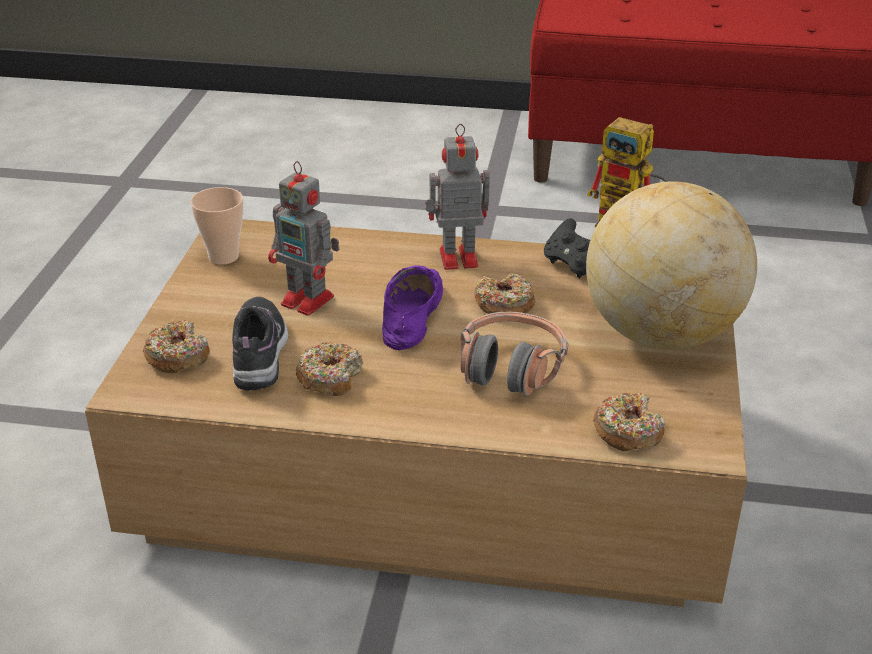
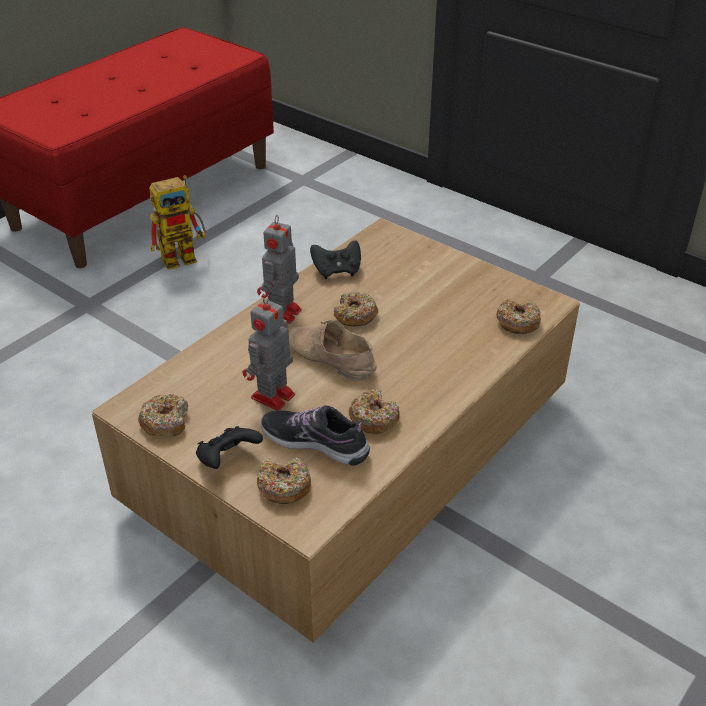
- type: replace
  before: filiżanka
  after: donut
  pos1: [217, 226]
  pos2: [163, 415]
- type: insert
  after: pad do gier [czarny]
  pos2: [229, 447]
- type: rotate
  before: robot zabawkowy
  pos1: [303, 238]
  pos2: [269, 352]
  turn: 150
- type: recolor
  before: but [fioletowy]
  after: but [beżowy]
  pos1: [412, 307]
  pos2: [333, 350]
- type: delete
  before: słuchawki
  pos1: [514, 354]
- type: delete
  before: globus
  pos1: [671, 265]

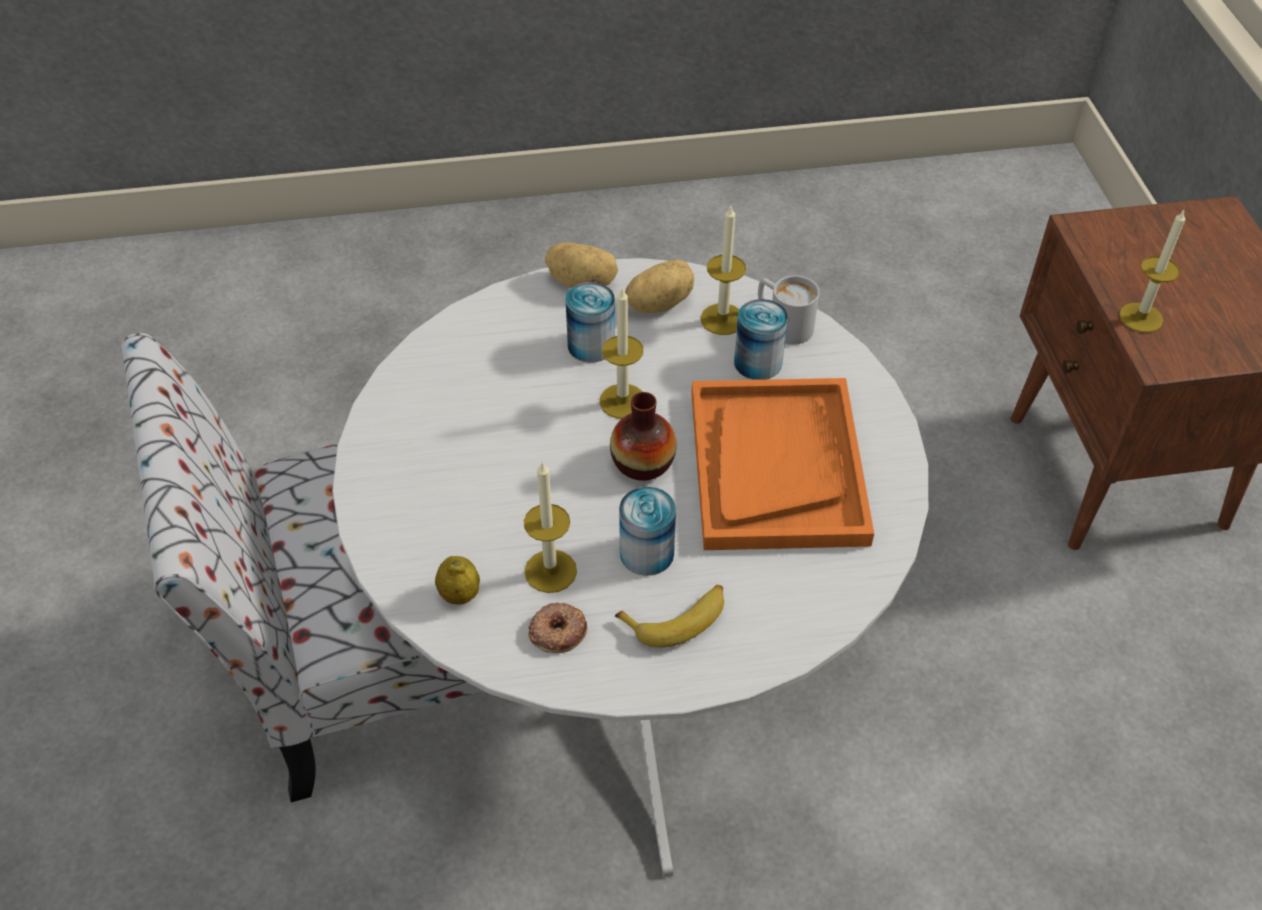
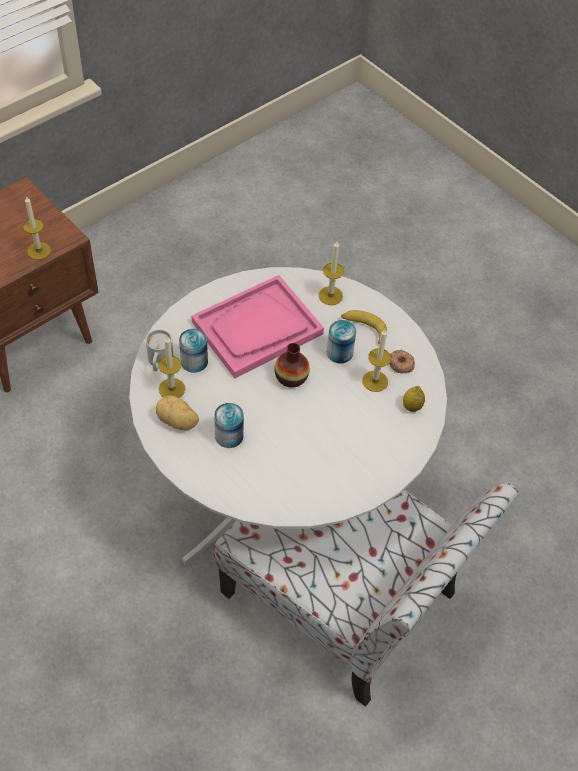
- type: recolor
  before: taca [pomarańczowy]
  after: taca [różowy]
  pos1: [782, 464]
  pos2: [258, 326]
- type: move
  before: świeca
  pos1: [621, 353]
  pos2: [331, 273]
- type: delete
  before: ziemniak
  pos1: [581, 265]

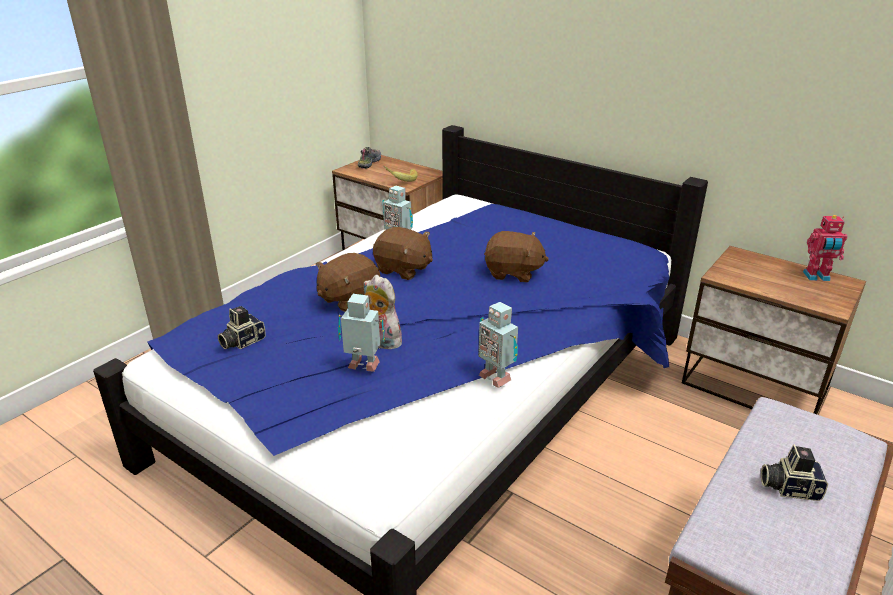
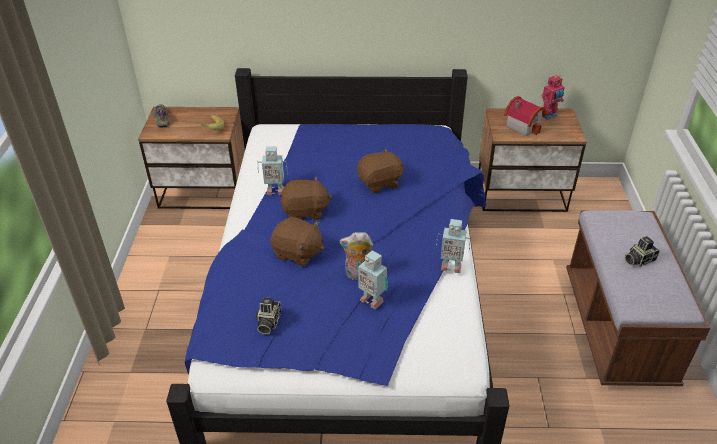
- type: rotate
  before: pluszak [brązowy]
  pos1: [348, 282]
  pos2: [297, 242]
  turn: -75
- type: rotate
  before: robot zabawkowy
  pos1: [361, 333]
  pos2: [373, 280]
  turn: -120
- type: insert
  after: domek
  pos2: [525, 116]

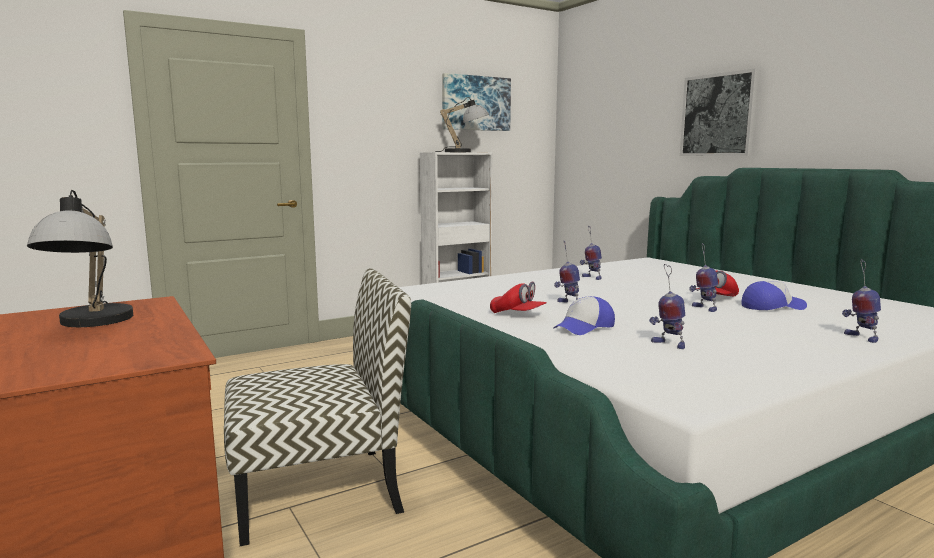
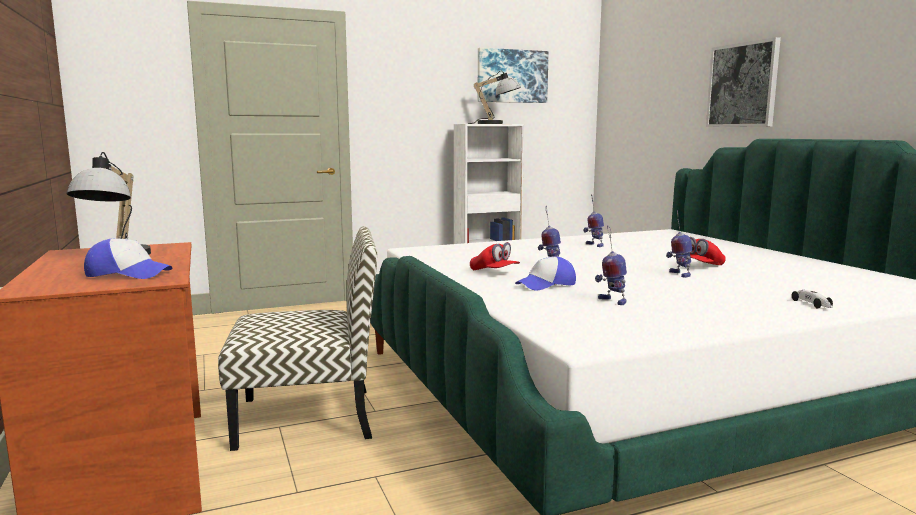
- type: move
  before: czapka z daszkiem
  pos1: [774, 295]
  pos2: [128, 258]
- type: replace
  before: robot zabawkowy
  after: samochodzik
  pos1: [861, 301]
  pos2: [812, 299]

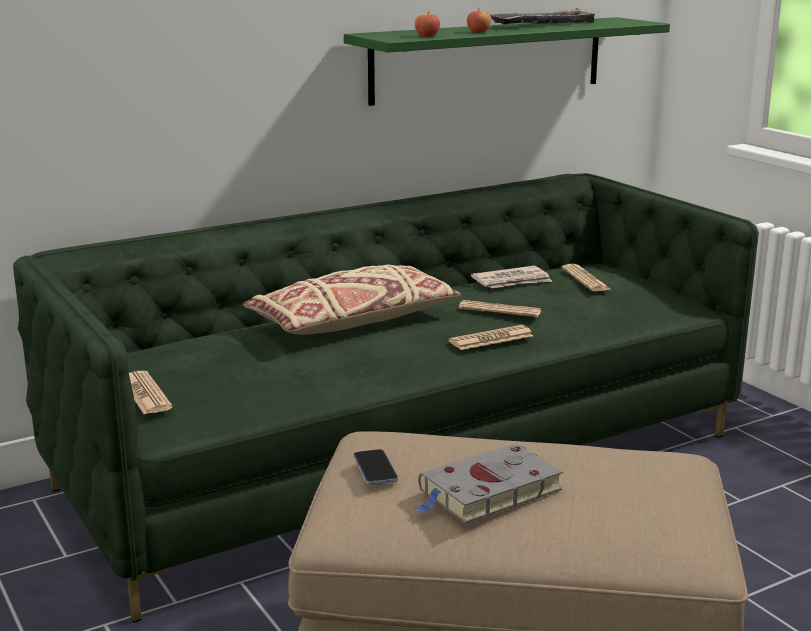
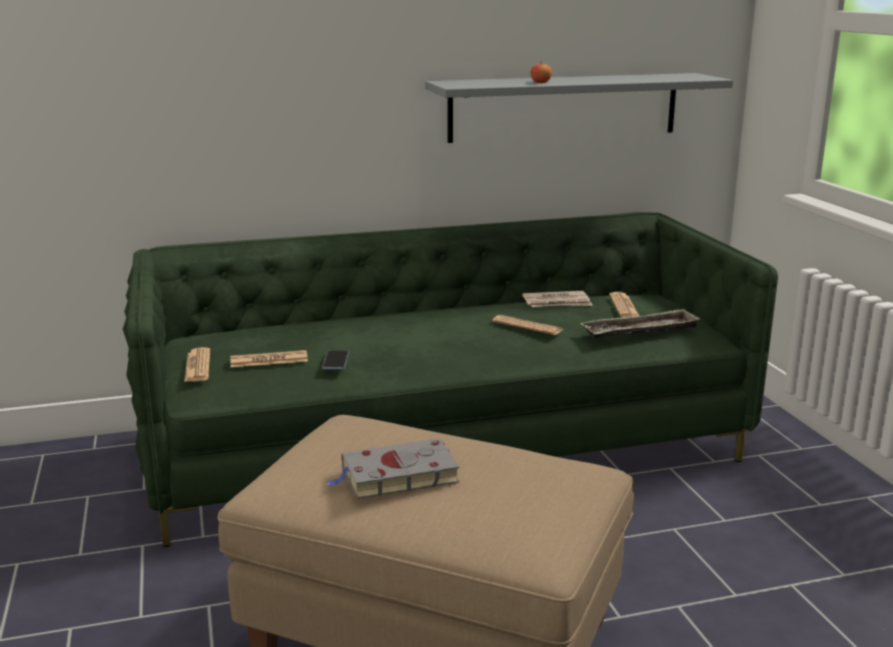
- type: move
  before: gazeta
  pos1: [491, 337]
  pos2: [269, 358]
- type: move
  before: telefon
  pos1: [375, 467]
  pos2: [336, 360]
- type: recolor
  before: półka [zielony]
  after: półka [szary]
  pos1: [507, 61]
  pos2: [579, 108]
- type: move
  before: taca
  pos1: [544, 16]
  pos2: [640, 323]
- type: delete
  before: poduszka [beżowy]
  pos1: [352, 300]
- type: delete
  before: jabłko
  pos1: [427, 23]

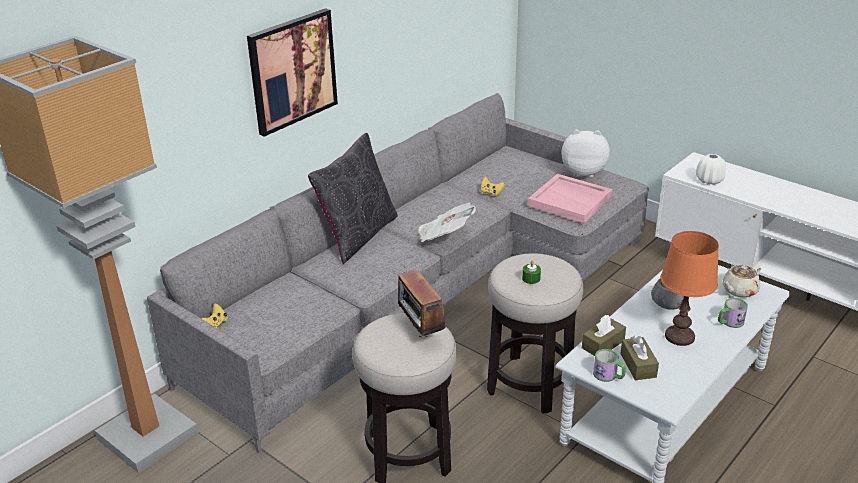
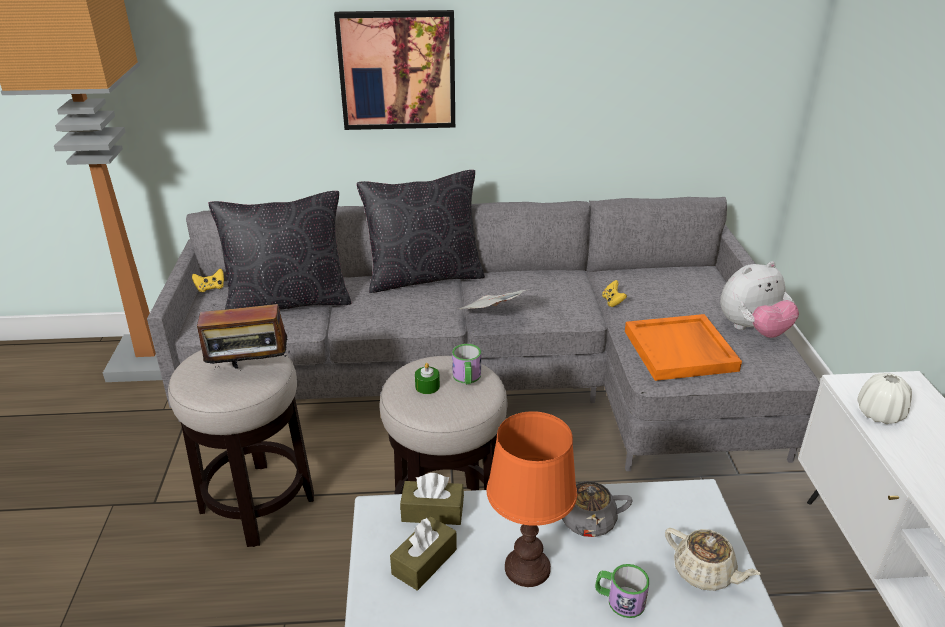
- type: rotate
  before: radio
  pos1: [422, 303]
  pos2: [243, 336]
  turn: -120
- type: insert
  after: poduszka [czarny]
  pos2: [280, 250]
- type: move
  before: kubek
  pos1: [609, 365]
  pos2: [466, 364]
- type: recolor
  before: taca [różowy]
  after: taca [pomarańczowy]
  pos1: [570, 198]
  pos2: [683, 347]
- type: rotate
  before: imbryk [beżowy]
  pos1: [741, 281]
  pos2: [713, 559]
  turn: -150
- type: rotate
  before: pluszak
  pos1: [585, 154]
  pos2: [759, 299]
  turn: 105

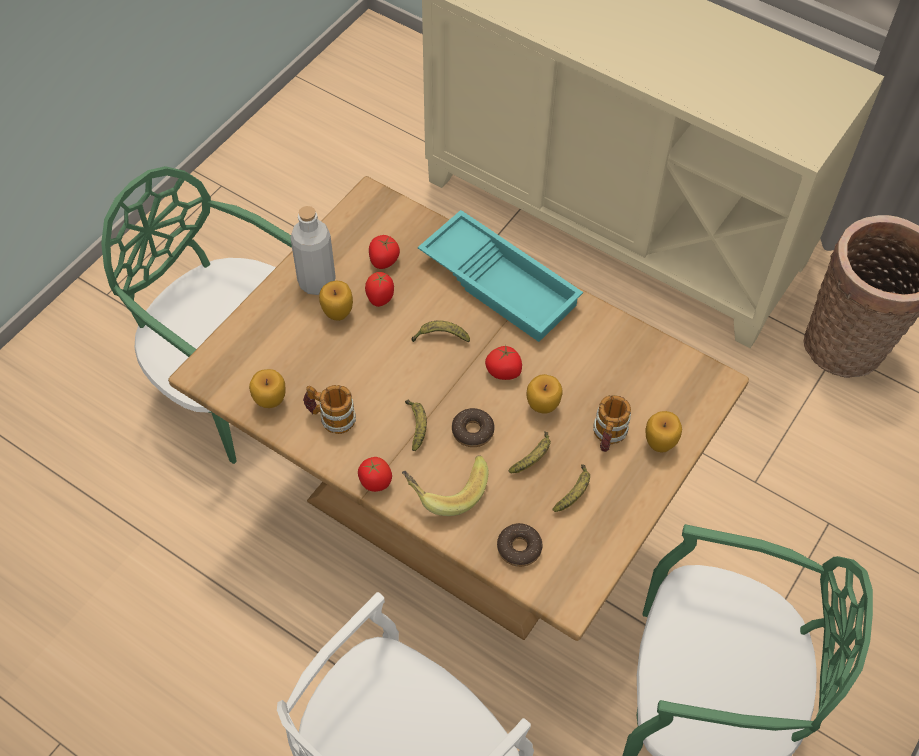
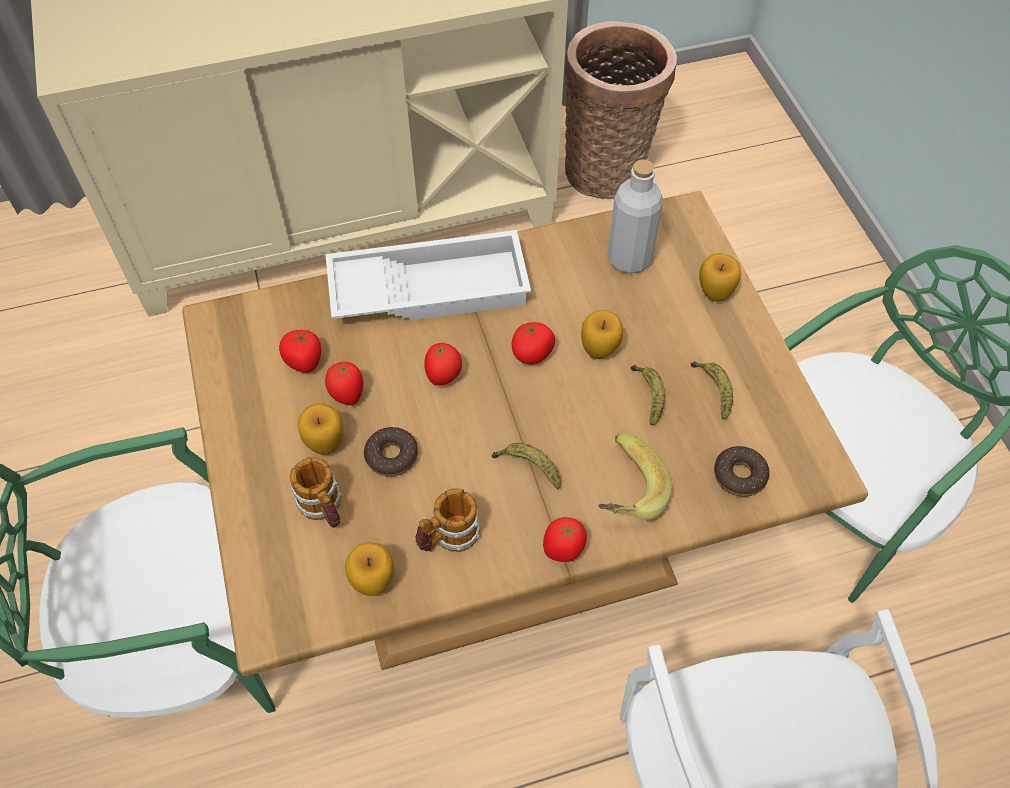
- type: move
  before: kubek
  pos1: [612, 423]
  pos2: [316, 492]
- type: recolor
  before: taca [turkusowy]
  after: taca [biały]
  pos1: [500, 276]
  pos2: [428, 275]
- type: move
  before: donut
  pos1: [473, 427]
  pos2: [391, 452]
- type: replace
  before: banan
  after: pomidor
  pos1: [441, 331]
  pos2: [443, 364]
- type: move
  before: butelka [szary]
  pos1: [313, 250]
  pos2: [635, 216]

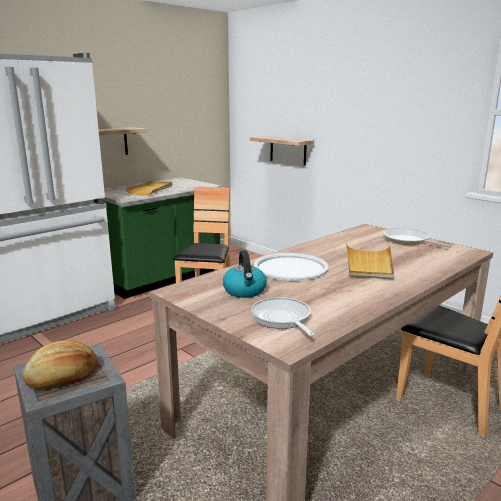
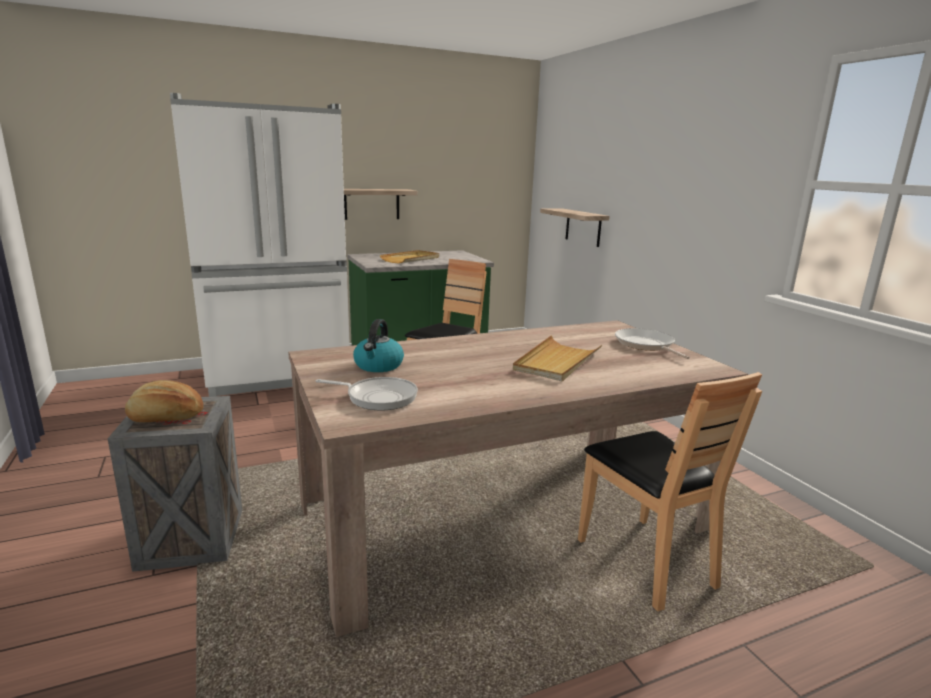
- type: rotate
  before: patelnia
  pos1: [283, 316]
  pos2: [366, 393]
  turn: 105
- type: delete
  before: taca [biały]
  pos1: [291, 267]

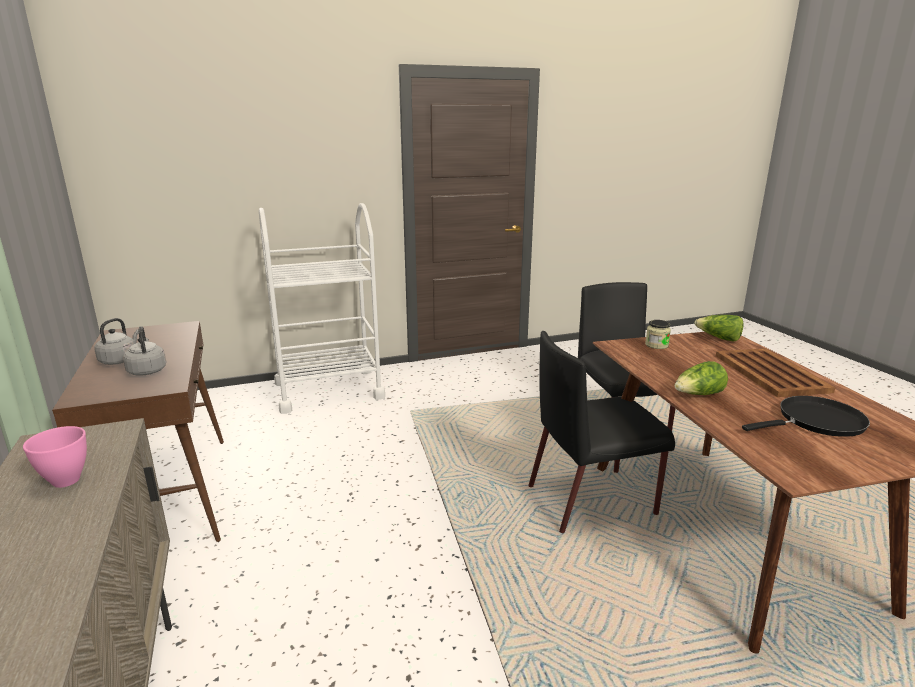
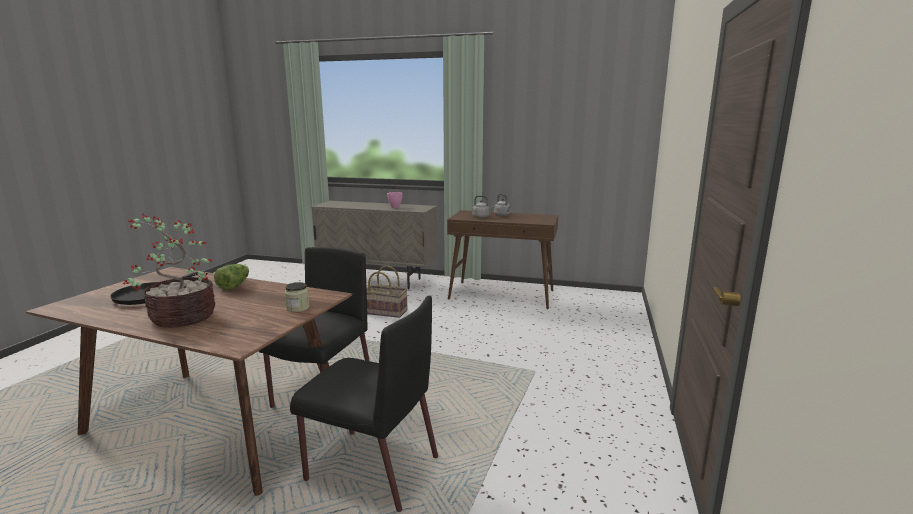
- type: replace
  before: taca [brązowy]
  after: roślina doniczkowa
  pos1: [775, 372]
  pos2: [169, 270]
- type: insert
  after: koszyk
  pos2: [387, 291]
- type: delete
  before: wózek [biały]
  pos1: [322, 308]
- type: delete
  before: sałata
  pos1: [719, 328]

